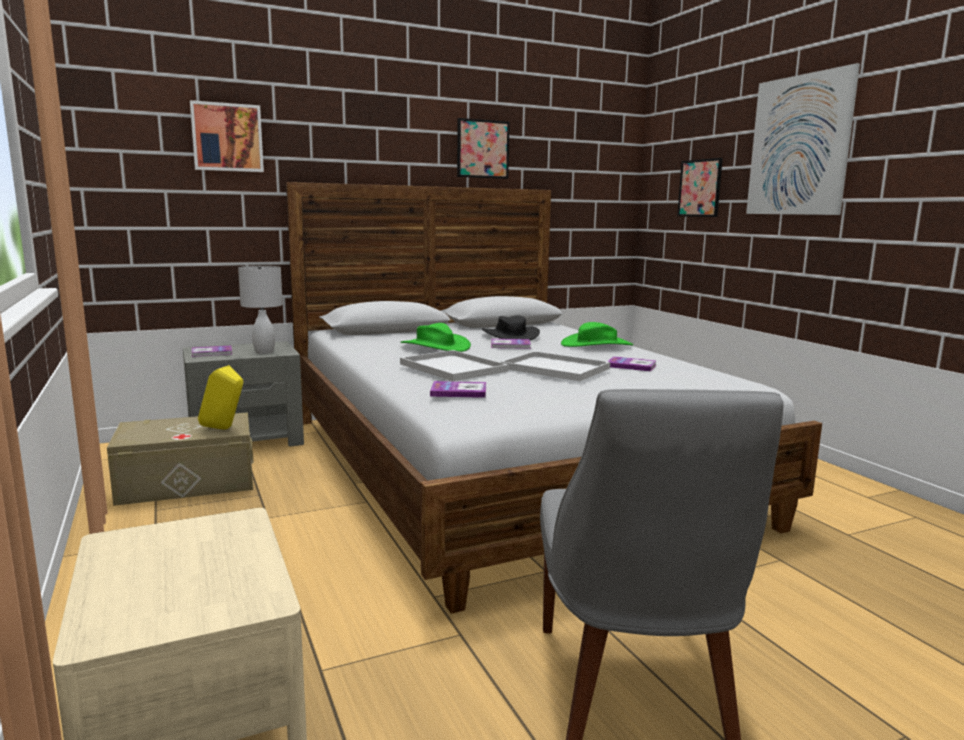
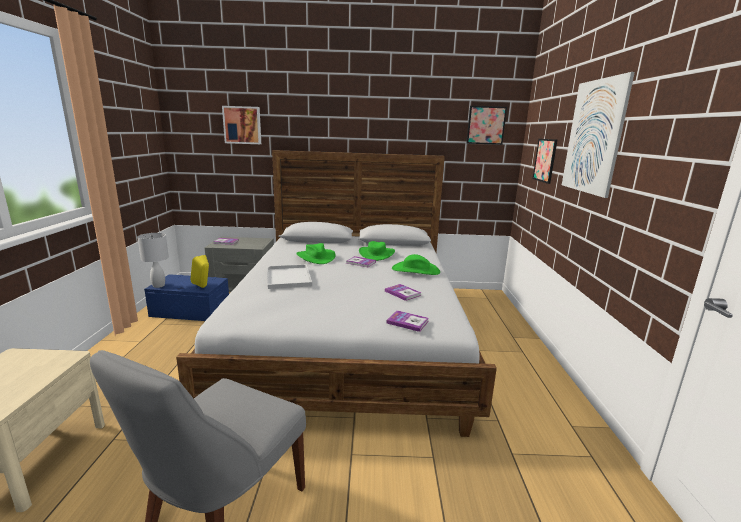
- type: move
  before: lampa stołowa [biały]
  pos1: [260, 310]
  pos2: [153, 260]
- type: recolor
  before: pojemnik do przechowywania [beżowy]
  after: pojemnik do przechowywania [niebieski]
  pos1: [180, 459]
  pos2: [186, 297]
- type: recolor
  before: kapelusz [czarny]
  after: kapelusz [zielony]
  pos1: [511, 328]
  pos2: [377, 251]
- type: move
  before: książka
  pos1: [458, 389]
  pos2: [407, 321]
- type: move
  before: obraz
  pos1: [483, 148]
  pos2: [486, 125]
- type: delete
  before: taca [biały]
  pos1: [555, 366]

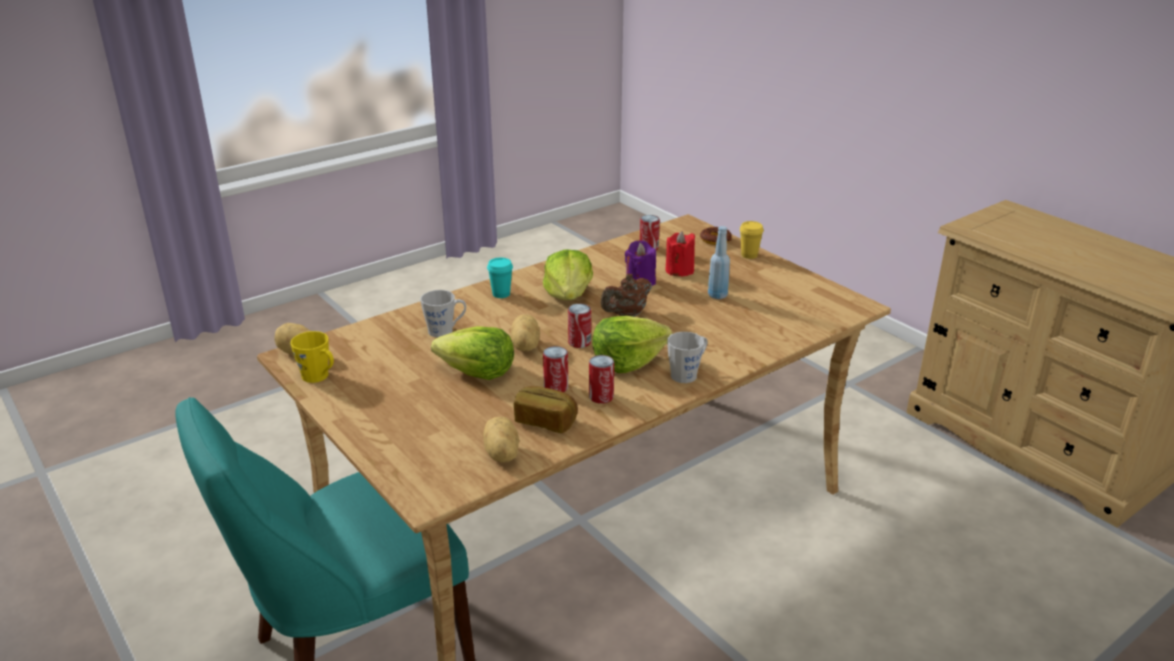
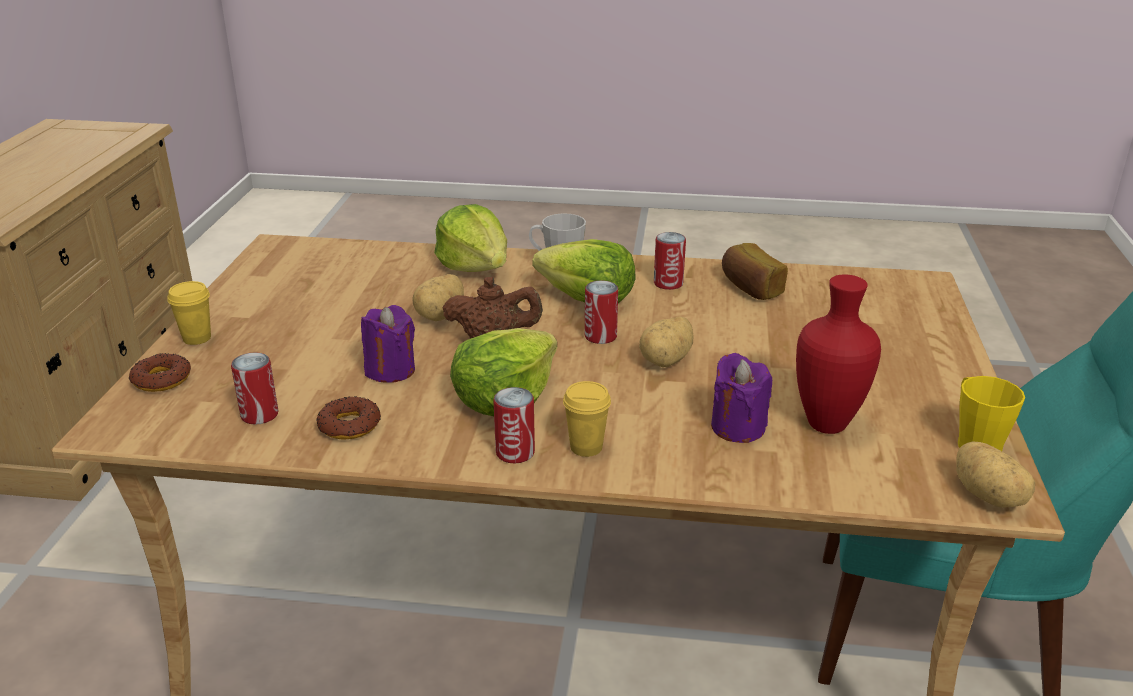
- type: insert
  after: donut
  pos2: [348, 417]
- type: move
  before: ziemniak
  pos1: [501, 440]
  pos2: [438, 297]
- type: move
  before: sałata
  pos1: [472, 353]
  pos2: [470, 238]
- type: move
  before: puszka
  pos1: [555, 369]
  pos2: [514, 425]
- type: recolor
  before: filiżanka [turkusowy]
  after: filiżanka [żółty]
  pos1: [500, 278]
  pos2: [587, 419]
- type: replace
  before: kubek [szary]
  after: świeca [fioletowy]
  pos1: [443, 313]
  pos2: [741, 398]
- type: insert
  after: wazon [czerwony]
  pos2: [838, 354]
- type: delete
  before: świeca [czerwony]
  pos1: [680, 253]
- type: delete
  before: butelka [niebieski]
  pos1: [719, 262]

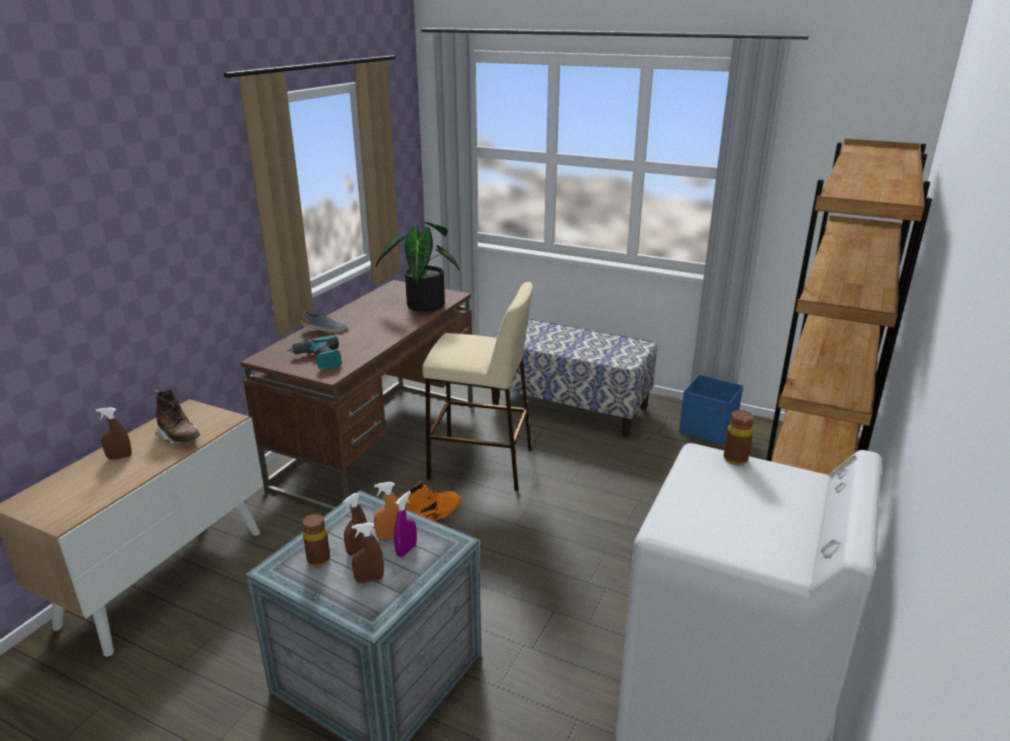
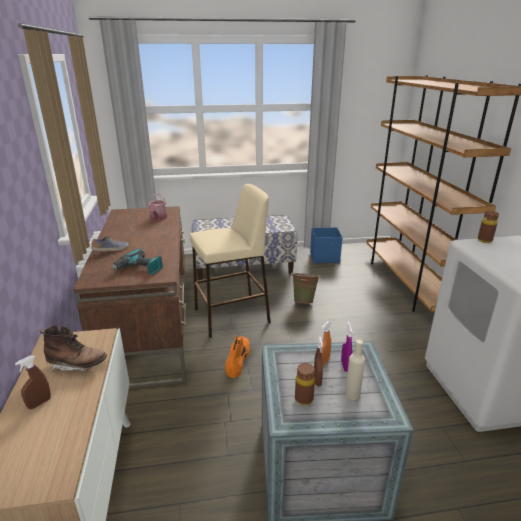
- type: replace
  before: roślina doniczkowa
  after: konewka
  pos1: [418, 267]
  pos2: [157, 207]
- type: insert
  after: wiadro [zielony]
  pos2: [305, 288]
- type: replace
  before: spryskiwacz [brązowy]
  after: butelka [beżowy]
  pos1: [368, 552]
  pos2: [355, 370]

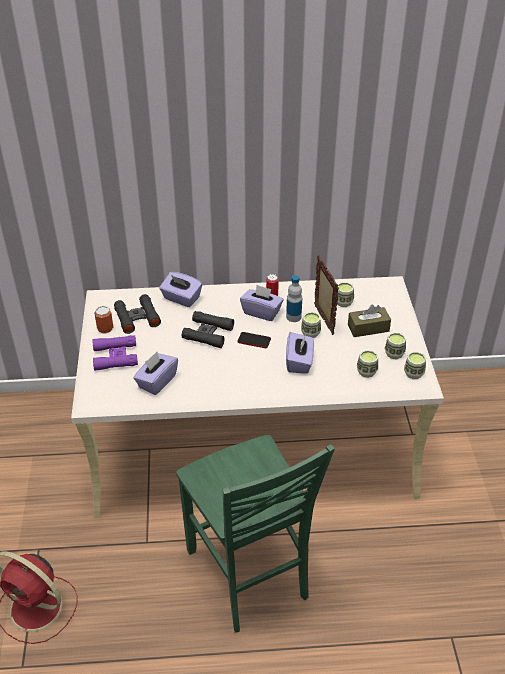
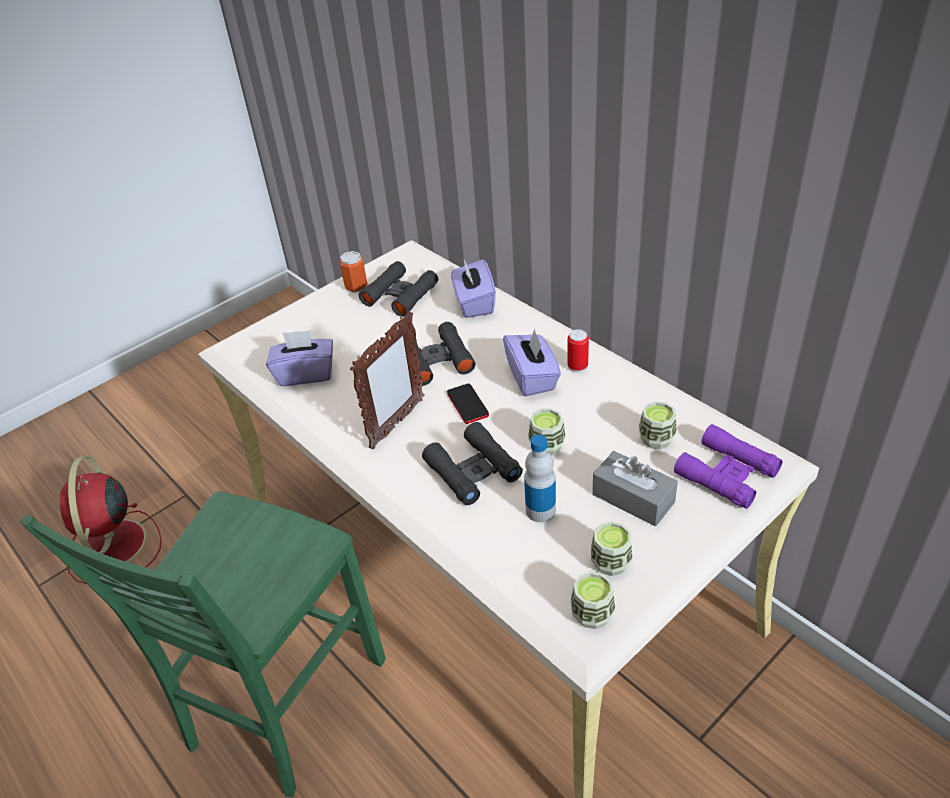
- type: move
  before: ramka na zdjęcie
  pos1: [326, 295]
  pos2: [387, 380]
- type: replace
  before: pudełko chusteczek [fioletowy]
  after: lornetka [czarny]
  pos1: [300, 353]
  pos2: [472, 463]
- type: move
  before: butelka
  pos1: [294, 298]
  pos2: [540, 478]
- type: recolor
  before: pudełko chusteczek [brązowy]
  after: pudełko chusteczek [szary]
  pos1: [369, 321]
  pos2: [635, 488]
- type: move
  before: lornetka [fioletowy]
  pos1: [115, 353]
  pos2: [728, 466]
- type: delete
  before: filiżanka
  pos1: [367, 364]

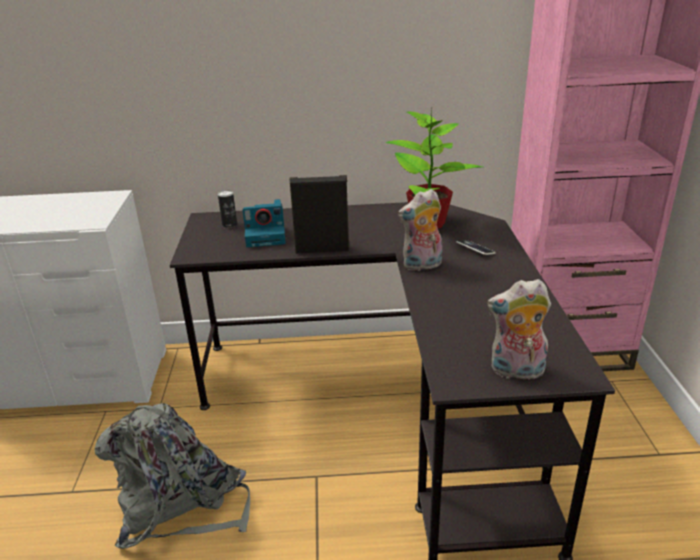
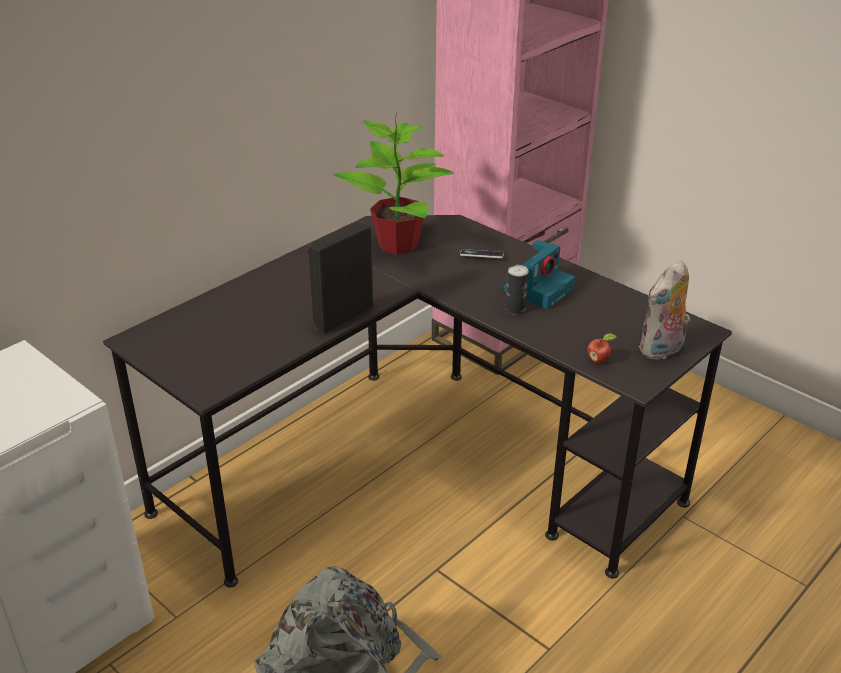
- type: move
  before: aparat fotograficzny
  pos1: [264, 223]
  pos2: [539, 274]
- type: move
  before: puszka
  pos1: [227, 209]
  pos2: [517, 290]
- type: insert
  after: jabłko
  pos2: [602, 348]
- type: delete
  before: pluszak
  pos1: [420, 230]

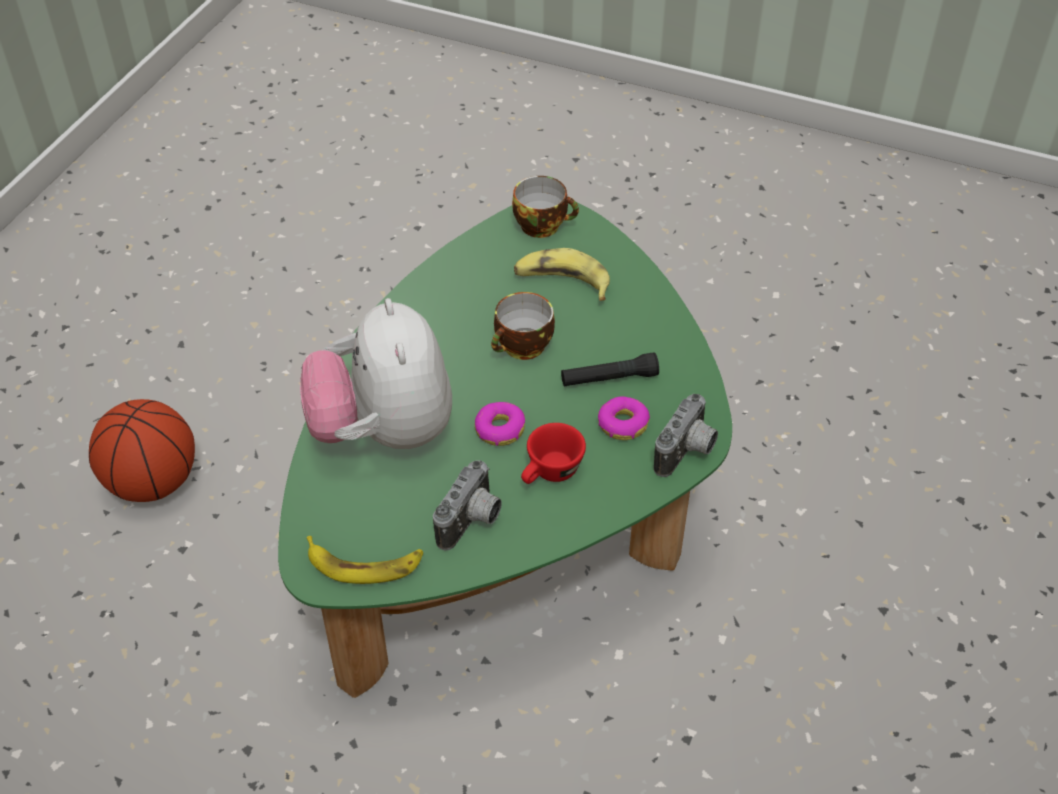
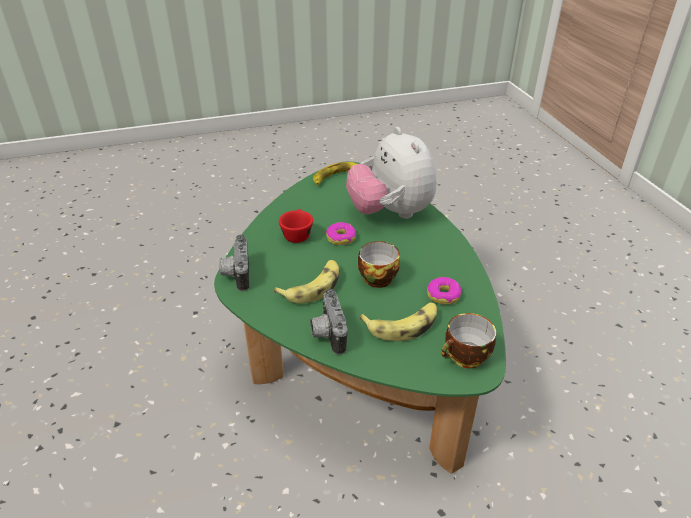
- type: replace
  before: latarka [czarny]
  after: banan
  pos1: [610, 369]
  pos2: [306, 281]
- type: move
  before: aparat fotograficzny
  pos1: [467, 505]
  pos2: [328, 322]
- type: rotate
  before: pluszak
  pos1: [376, 373]
  pos2: [391, 173]
  turn: -150
- type: move
  before: donut
  pos1: [624, 418]
  pos2: [444, 291]
- type: delete
  before: piłka do koszykówki
  pos1: [142, 450]

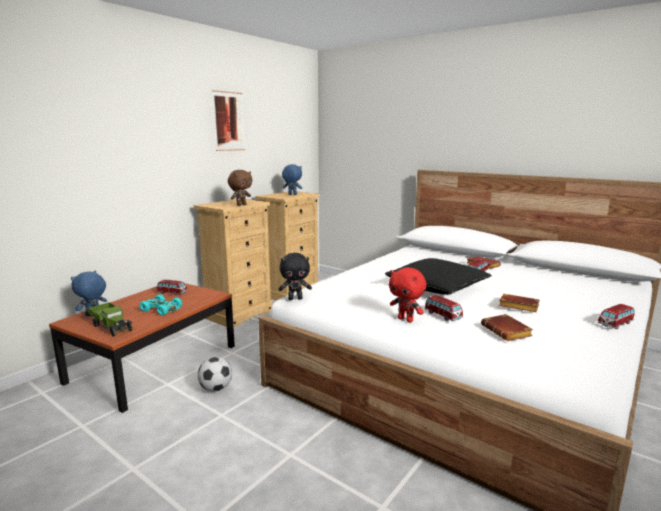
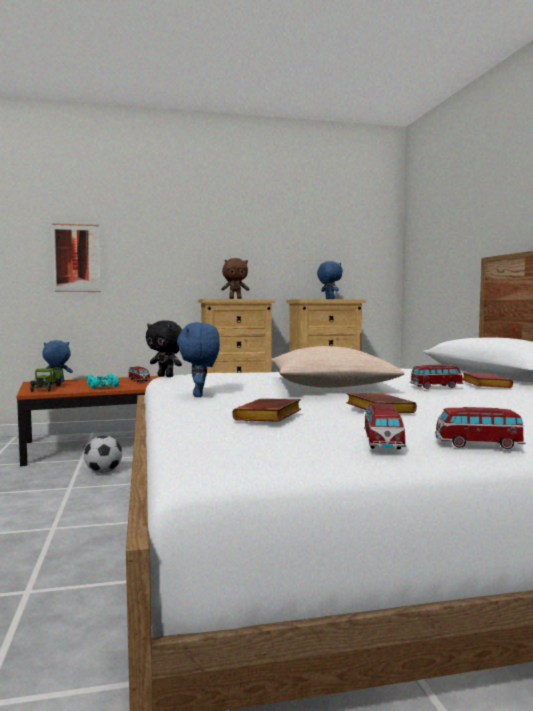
- type: move
  before: obraz
  pos1: [228, 120]
  pos2: [76, 257]
- type: recolor
  before: pluszak [czerwony]
  after: pluszak [niebieski]
  pos1: [408, 295]
  pos2: [198, 359]
- type: recolor
  before: poduszka [czarny]
  after: poduszka [beżowy]
  pos1: [438, 276]
  pos2: [337, 367]
- type: move
  before: samochodzik
  pos1: [443, 308]
  pos2: [385, 426]

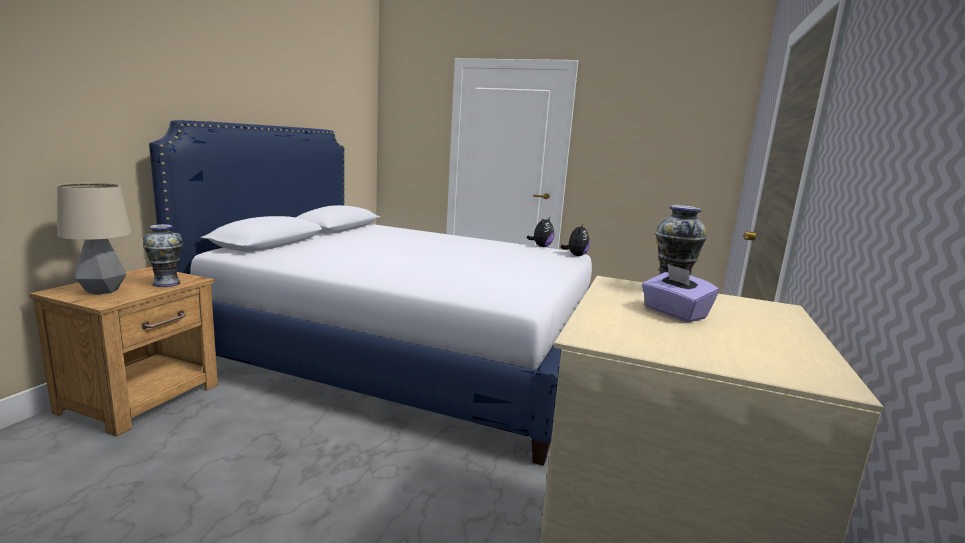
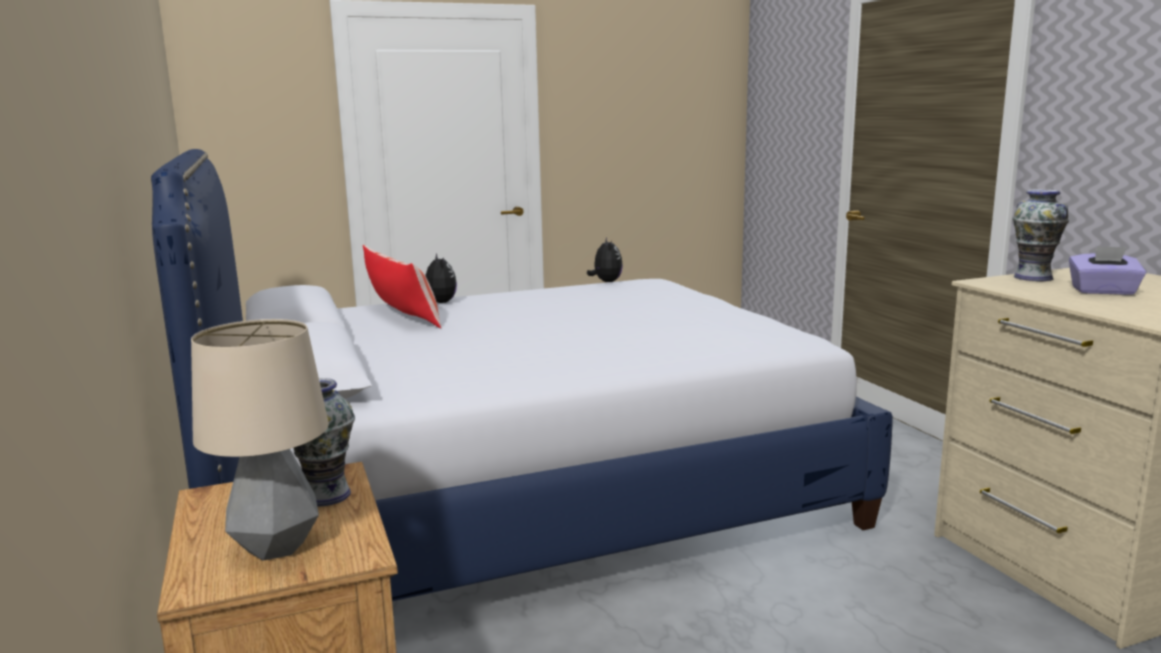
- type: insert
  after: poduszka
  pos2: [402, 286]
- type: move
  before: pluszak
  pos1: [575, 240]
  pos2: [441, 278]

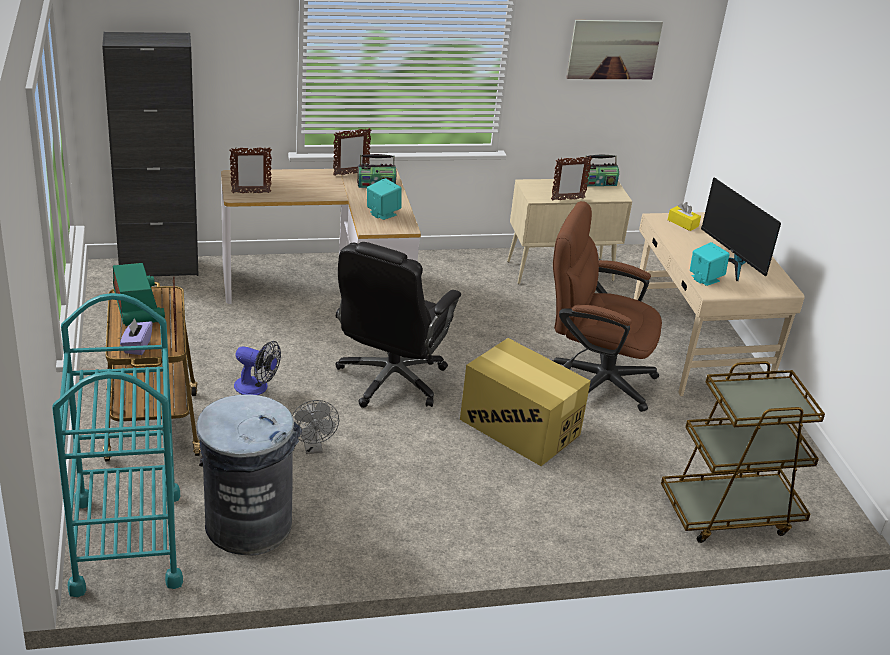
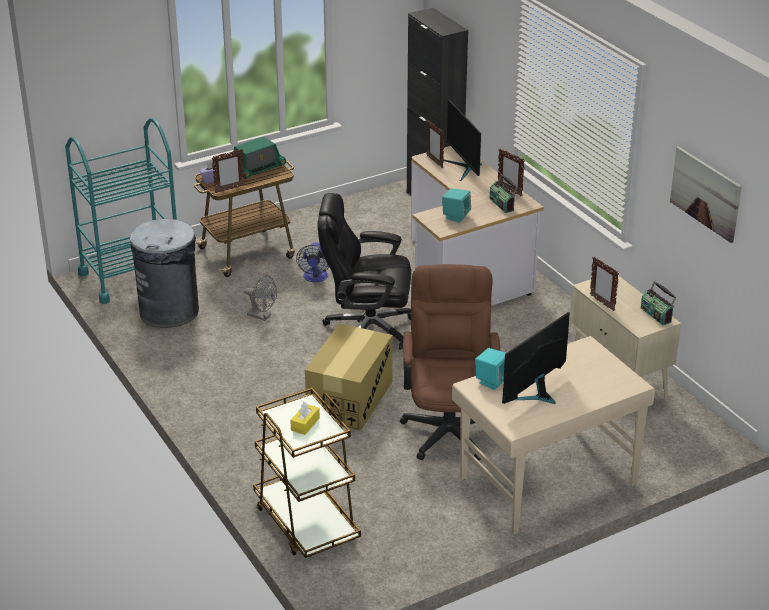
- type: rotate
  before: wentylator [szary]
  pos1: [315, 427]
  pos2: [260, 298]
  turn: -120
- type: move
  before: pudełko chusteczek [żółty]
  pos1: [684, 216]
  pos2: [305, 418]
- type: insert
  after: monitor
  pos2: [463, 140]

